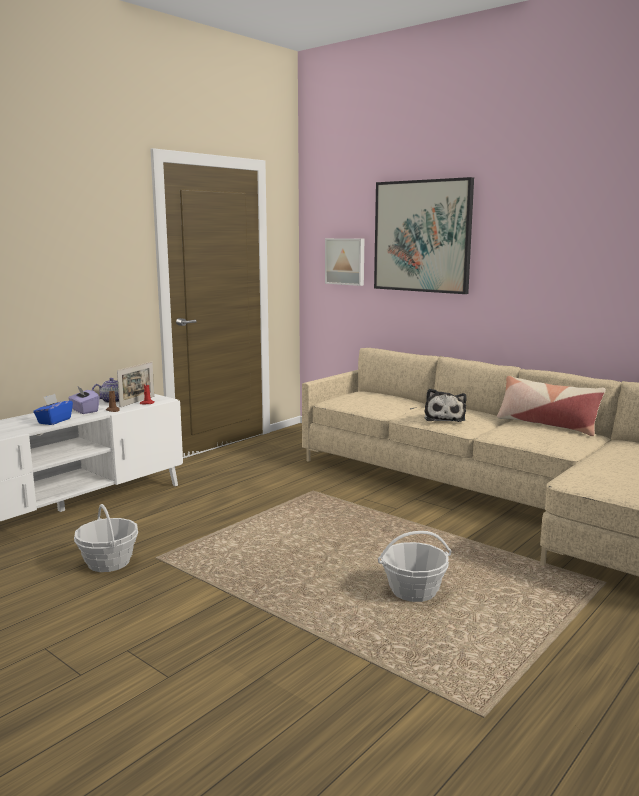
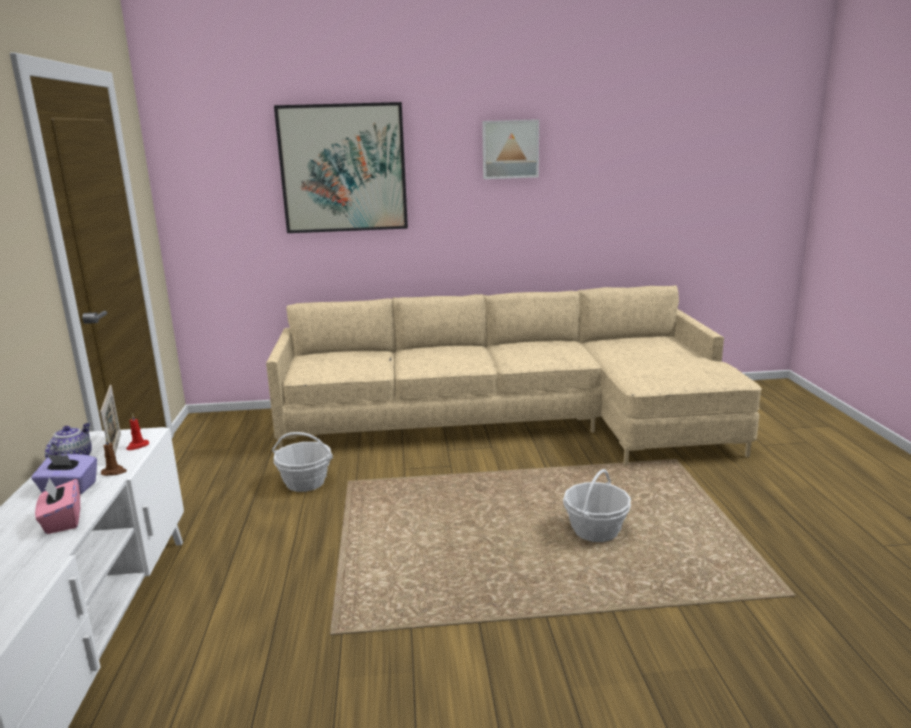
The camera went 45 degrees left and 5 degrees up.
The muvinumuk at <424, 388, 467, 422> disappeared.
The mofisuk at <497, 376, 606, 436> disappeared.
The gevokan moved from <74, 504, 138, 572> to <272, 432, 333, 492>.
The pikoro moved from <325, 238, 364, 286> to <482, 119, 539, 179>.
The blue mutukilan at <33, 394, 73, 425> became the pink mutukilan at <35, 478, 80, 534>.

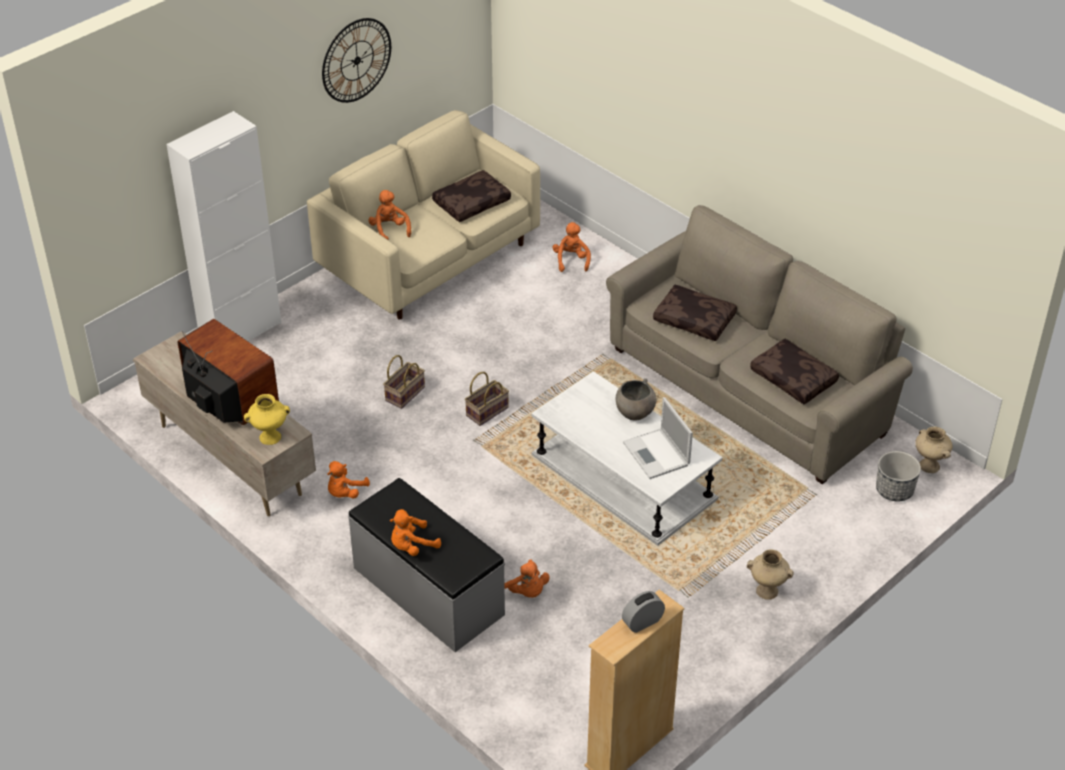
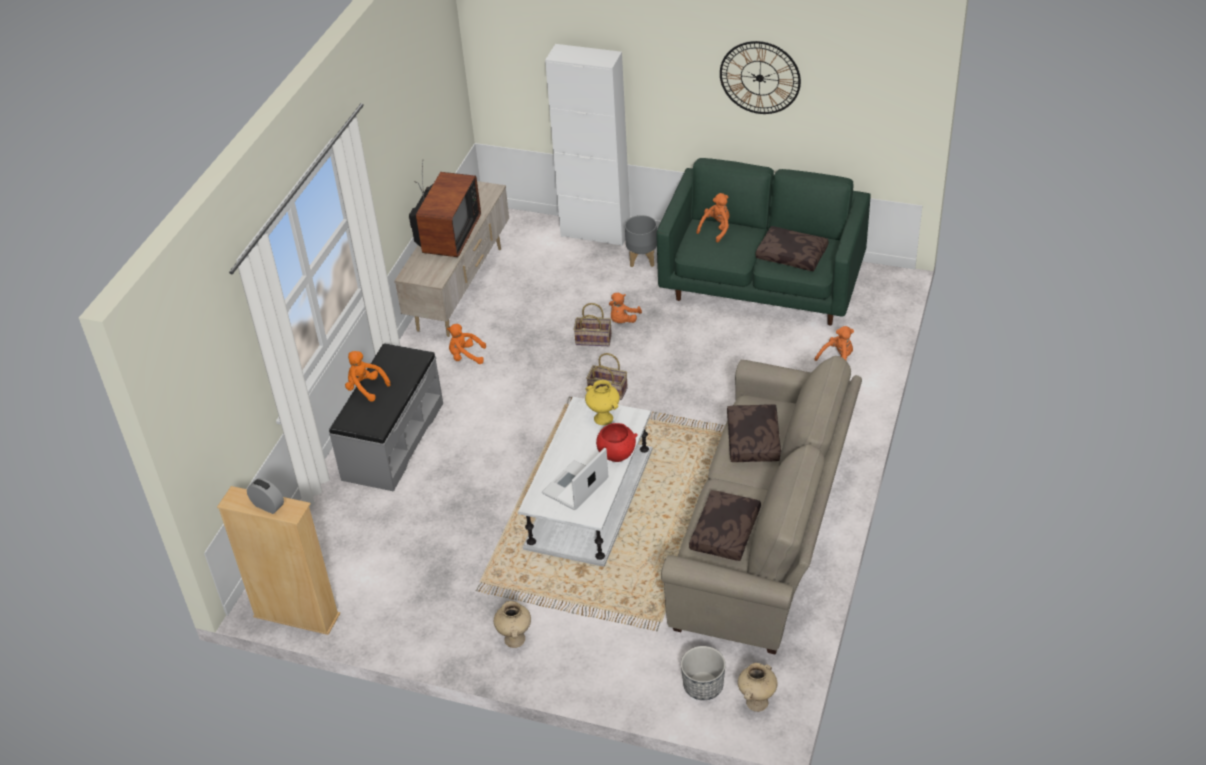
The camera went 65 degrees right and 0 degrees up.
The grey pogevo at <625, 215, 657, 267> appeared.
The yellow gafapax moved from <244, 394, 290, 445> to <585, 380, 620, 425>.
The orange muvinumuk moved from <504, 559, 550, 598> to <609, 293, 642, 323>.
The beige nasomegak at <307, 110, 540, 320> became the green nasomegak at <656, 158, 871, 325>.
The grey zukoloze at <616, 378, 657, 421> became the red zukoloze at <596, 423, 638, 462>.

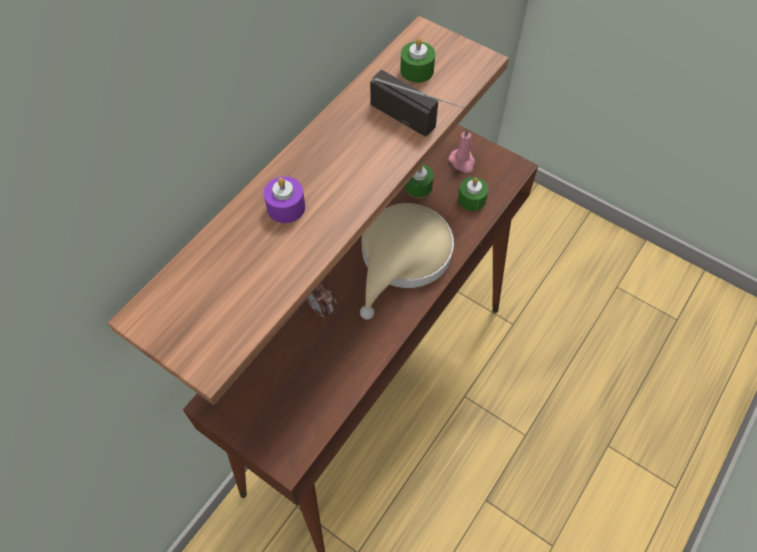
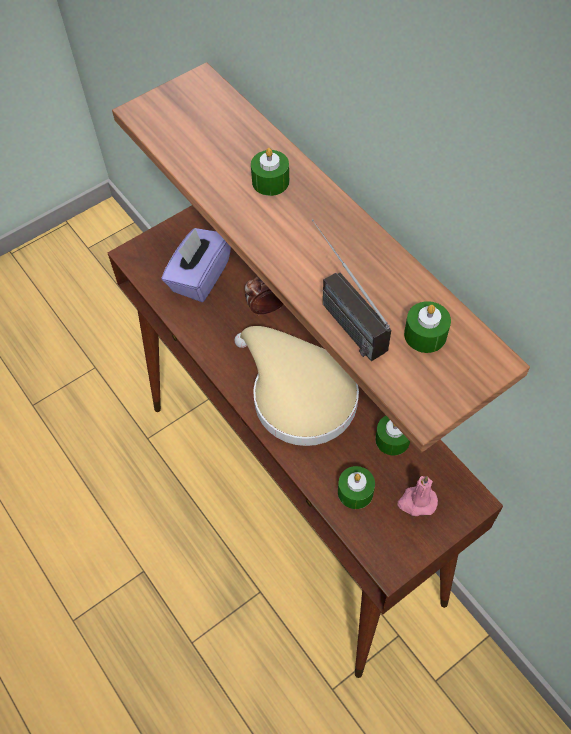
The camera went 110 degrees right and 0 degrees up.
The purple mutukilan at <161, 228, 231, 302> appeared.
The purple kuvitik at <264, 176, 305, 223> became the green kuvitik at <251, 148, 289, 196>.
The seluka at <370, 69, 466, 137> turned 90 degrees clockwise.

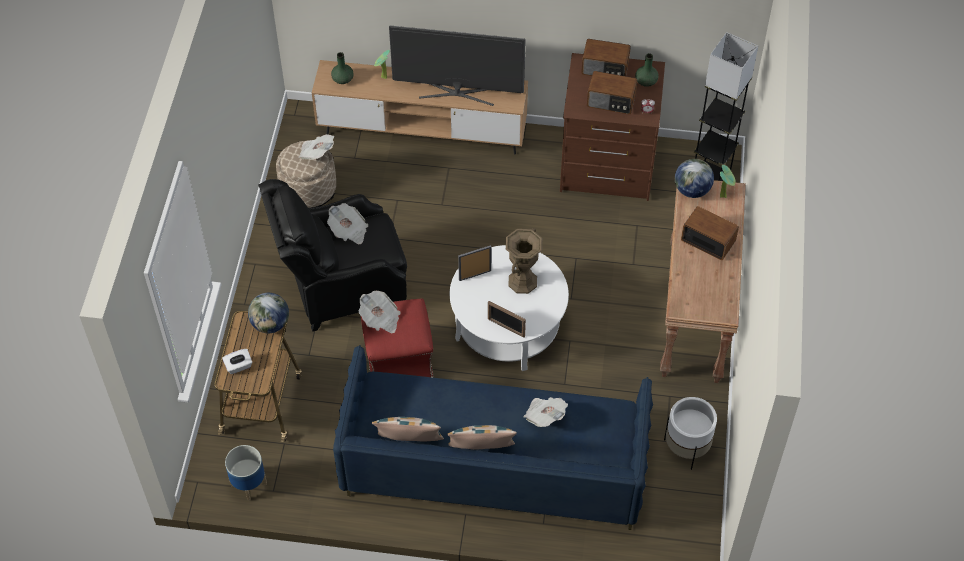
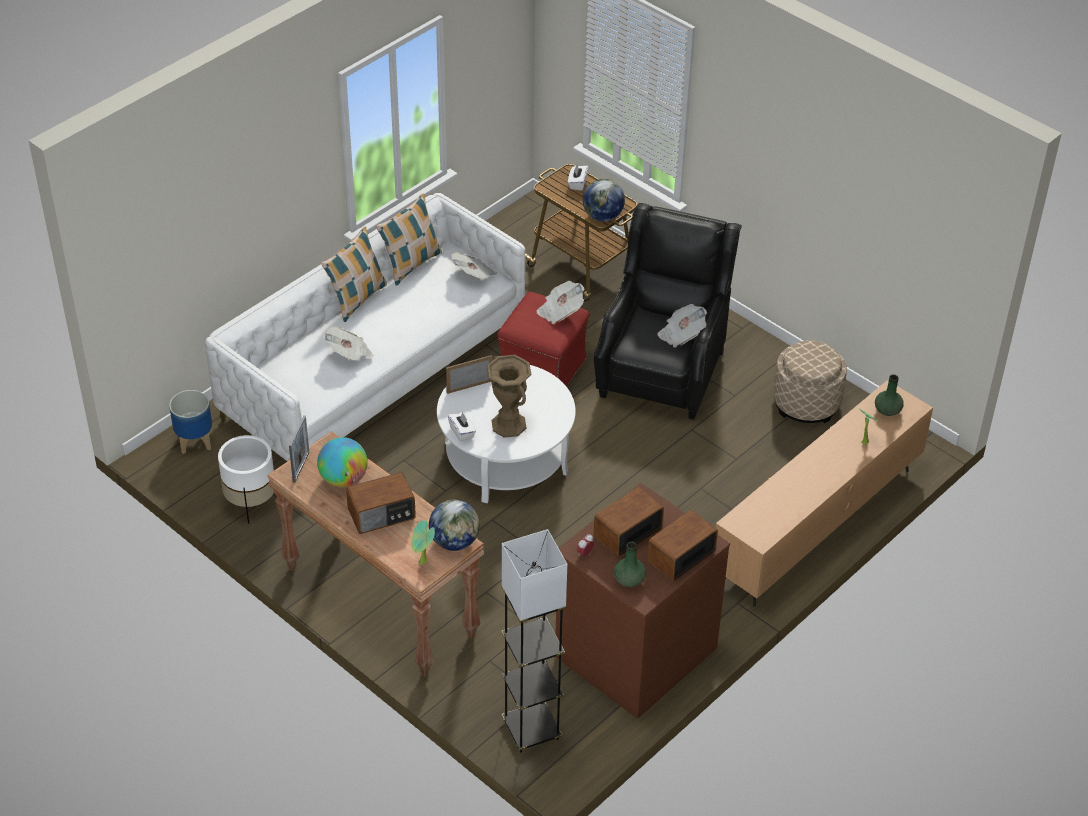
The camera went 125 degrees right and 10 degrees down.
The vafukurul at <389, 25, 526, 106> disappeared.
The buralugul at <317, 437, 368, 487> appeared.
The white mutukilan at <448, 412, 476, 442> appeared.
The pogevo moved from <225, 445, 267, 501> to <169, 390, 212, 454>.
The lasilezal moved from <298, 134, 334, 160> to <451, 252, 497, 279>.
The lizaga moved from <458, 245, 492, 281> to <289, 415, 309, 483>.
The blue nasomegak at <333, 345, 653, 530> became the white nasomegak at <205, 193, 525, 461>.

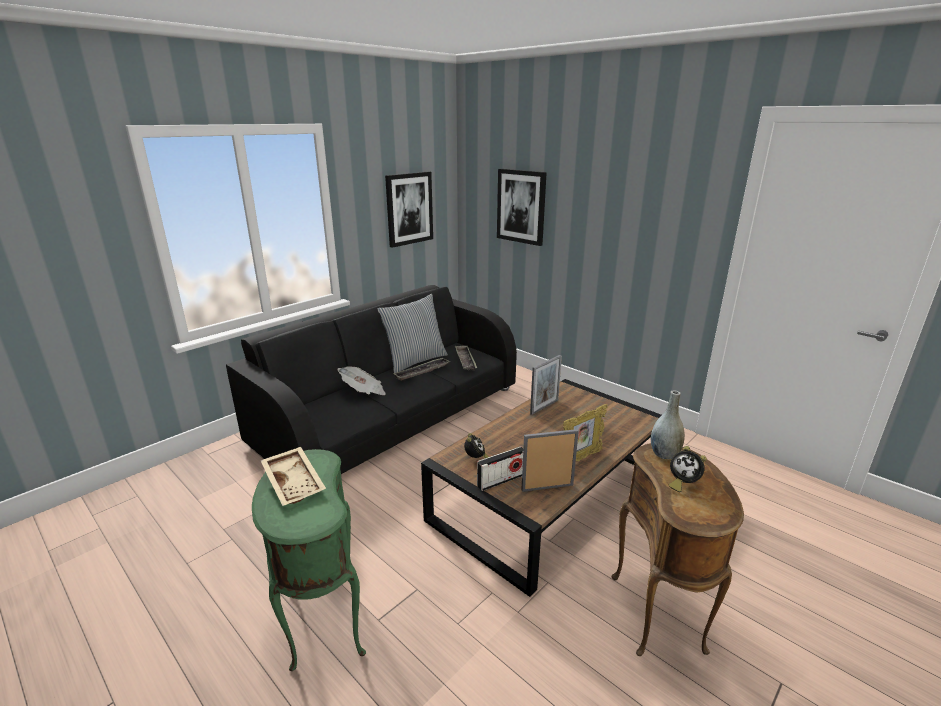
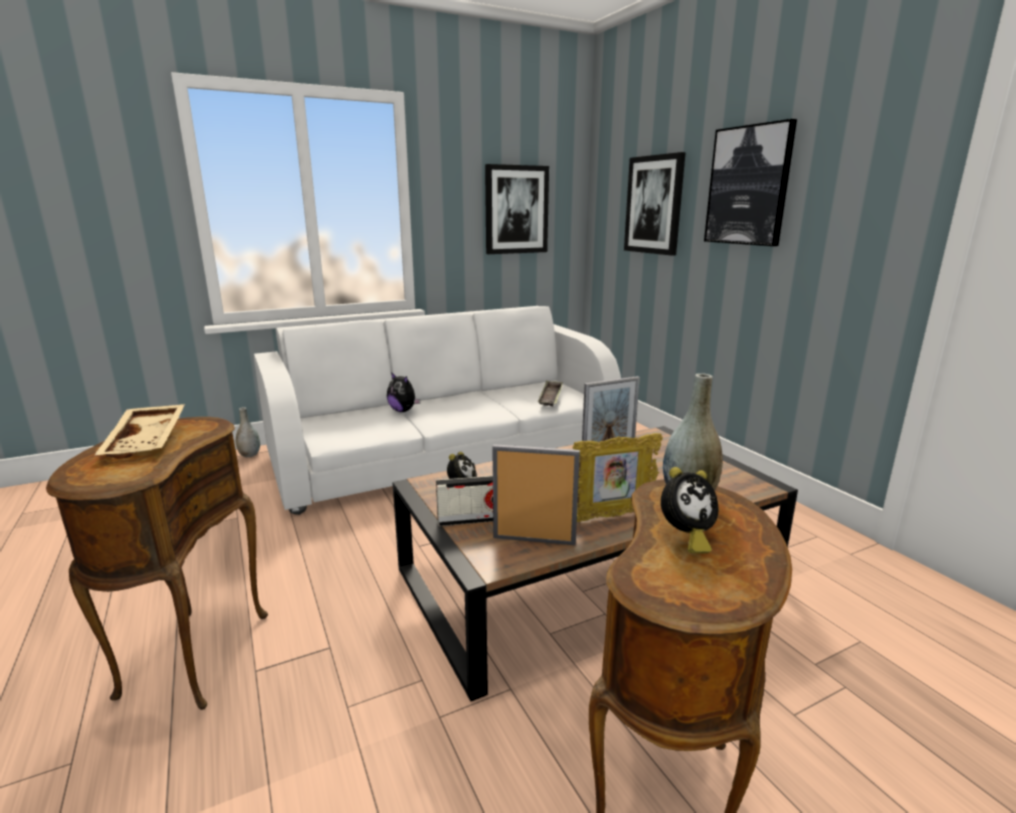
The camera went 20 degrees right and 5 degrees down.
The mofisuk at <378, 294, 448, 373> disappeared.
The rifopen at <393, 358, 450, 381> disappeared.
The grey gafapax at <236, 407, 260, 457> appeared.
The pikoro at <704, 119, 797, 246> appeared.
The lasilezal at <337, 366, 386, 395> was replaced by the muvinumuk at <387, 372, 420, 412>.
The black nasomegak at <226, 285, 517, 474> became the white nasomegak at <254, 306, 621, 515>.
The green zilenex at <252, 449, 366, 671> became the brown zilenex at <46, 417, 268, 710>.
The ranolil at <669, 446, 707, 492> turned 75 degrees counterclockwise.

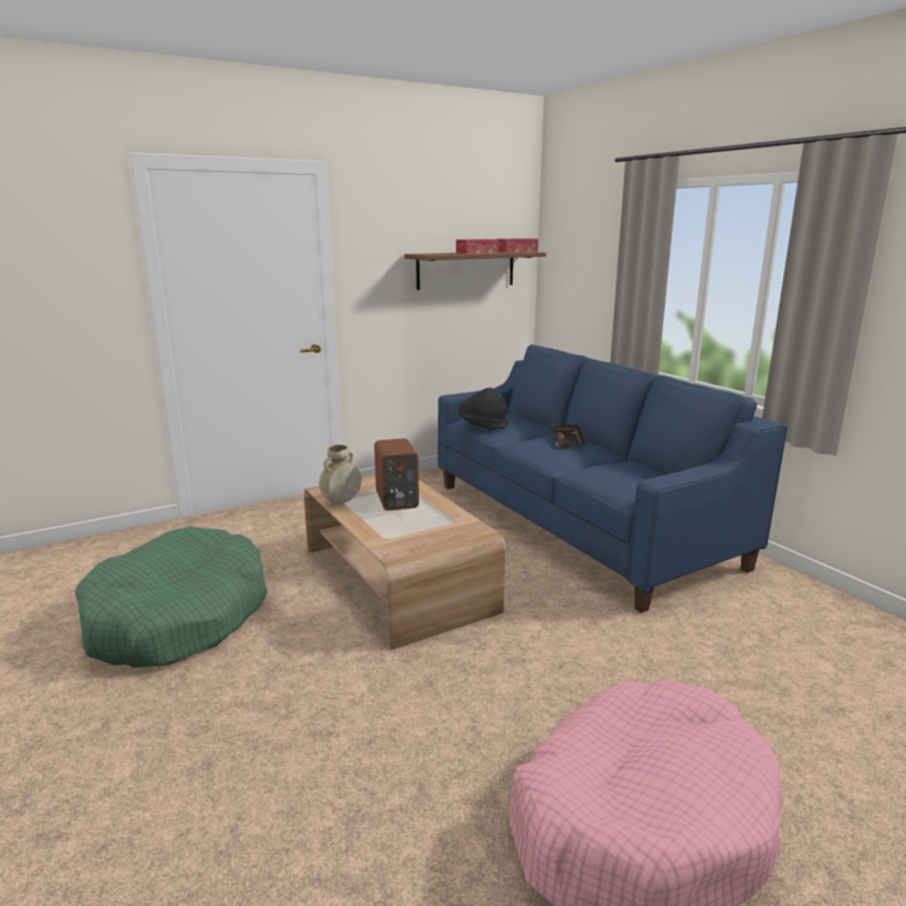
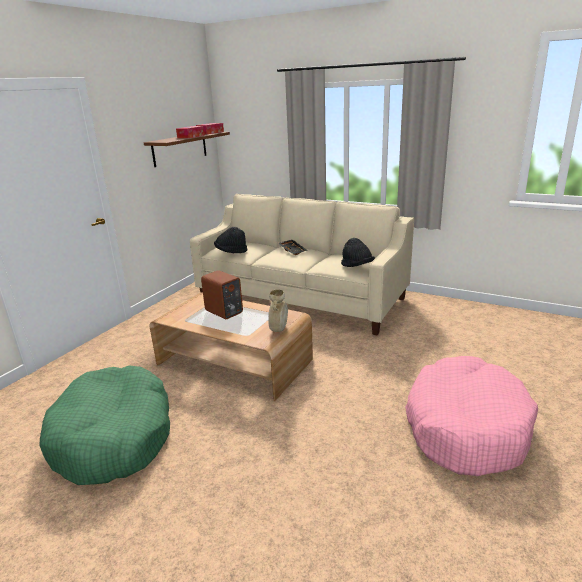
The camera went 30 degrees left and 5 degrees up.
The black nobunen at <341, 238, 375, 267> appeared.
The beige gafapax moved from <319, 445, 362, 503> to <268, 289, 288, 332>.
The blue nasomegak at <438, 344, 787, 613> became the beige nasomegak at <190, 194, 414, 335>.

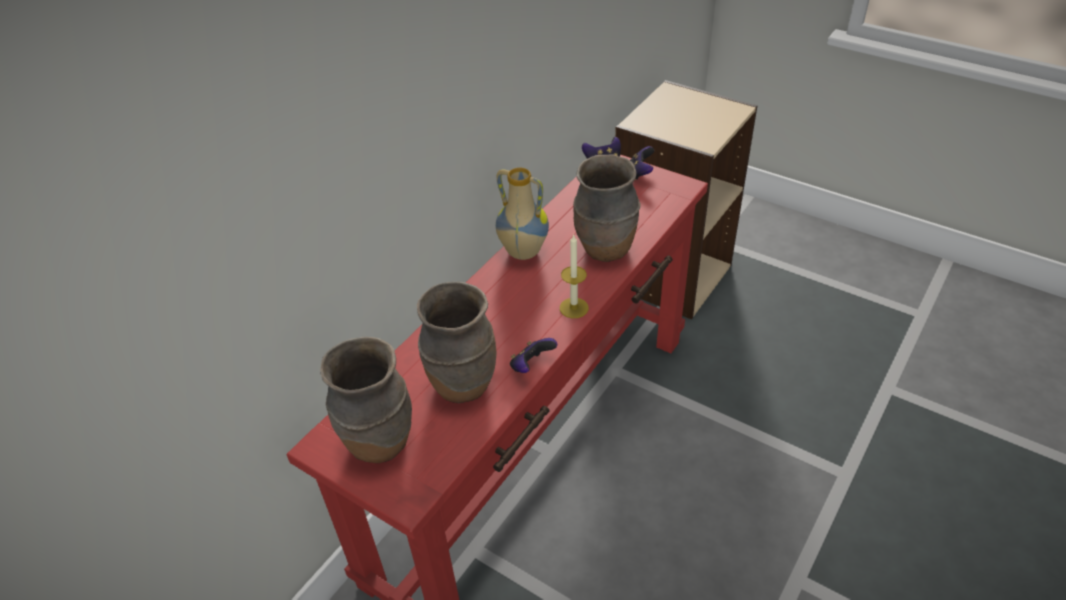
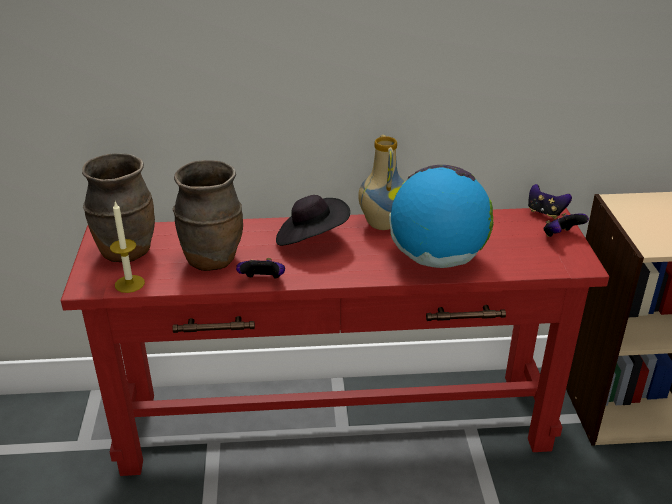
The camera went 50 degrees right and 10 degrees down.
The black nobunen at <276, 195, 350, 246> appeared.
The kuvitik moved from <560, 234, 589, 318> to <110, 202, 145, 293>.
The brown gafapax at <573, 155, 640, 262> was replaced by the buralugul at <389, 165, 494, 268>.

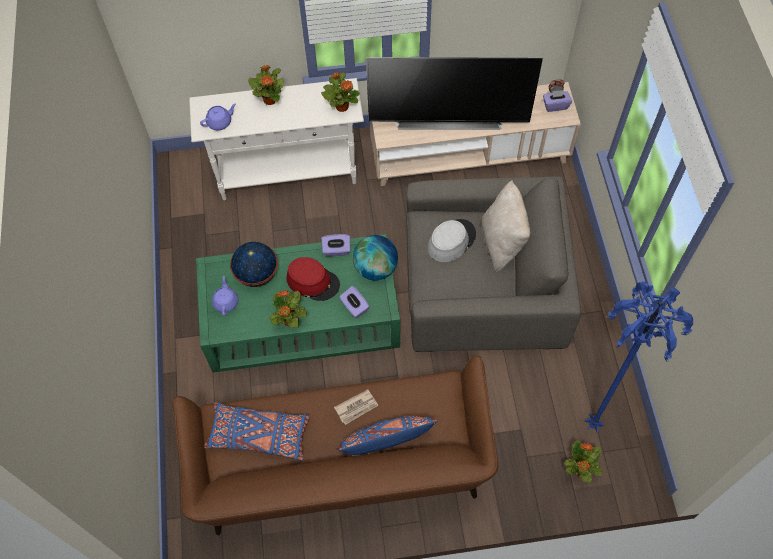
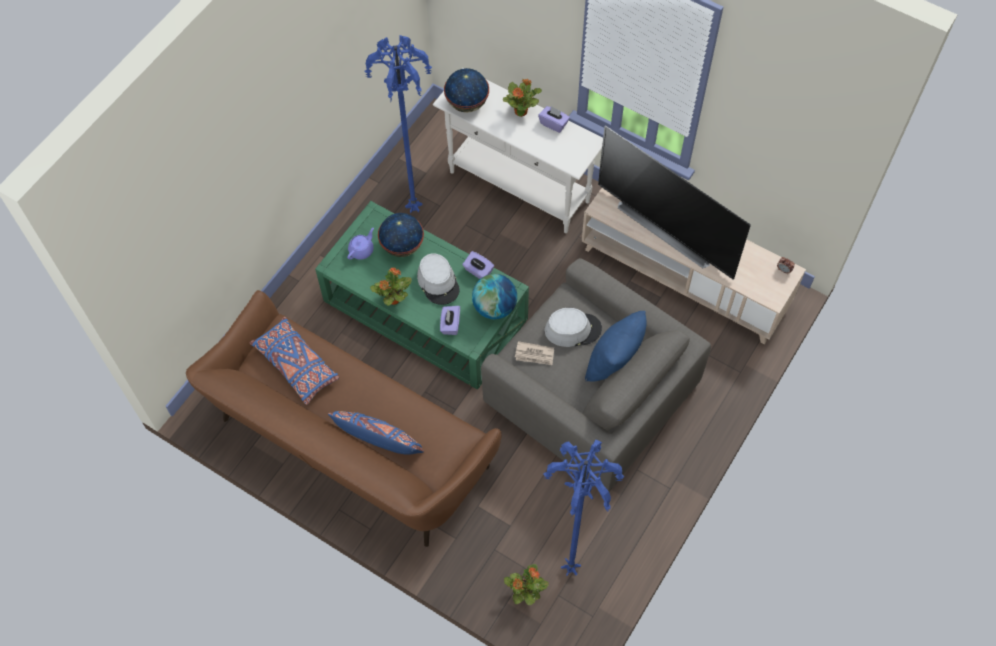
The camera went 40 degrees right and 0 degrees up.
The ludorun at <321, 72, 360, 112> disappeared.
The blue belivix at <364, 35, 432, 213> appeared.
The lasilezal moved from <334, 390, 379, 425> to <515, 341, 554, 365>.
The purple mutukilan moved from <543, 90, 572, 112> to <538, 106, 570, 133>.
The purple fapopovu at <200, 103, 236, 130> was replaced by the buralugul at <444, 68, 489, 113>.
The red nobunen at <287, 257, 340, 301> became the grey nobunen at <417, 253, 460, 305>.
The beige mofisuk at <482, 180, 530, 272> became the blue mofisuk at <585, 311, 647, 382>.

